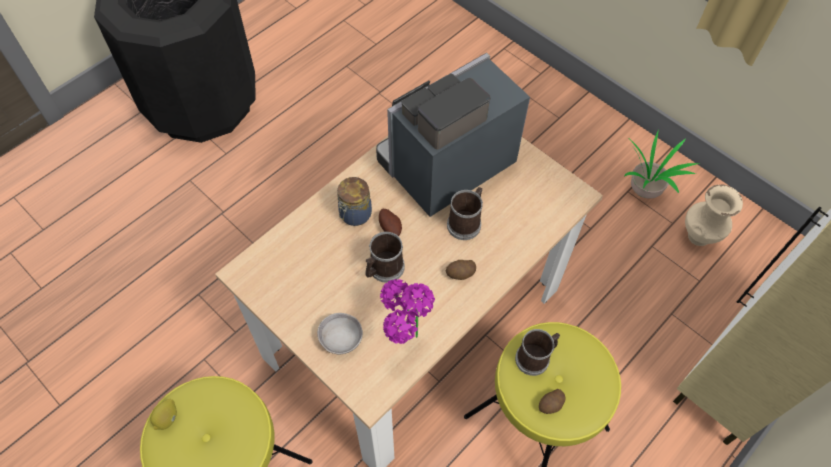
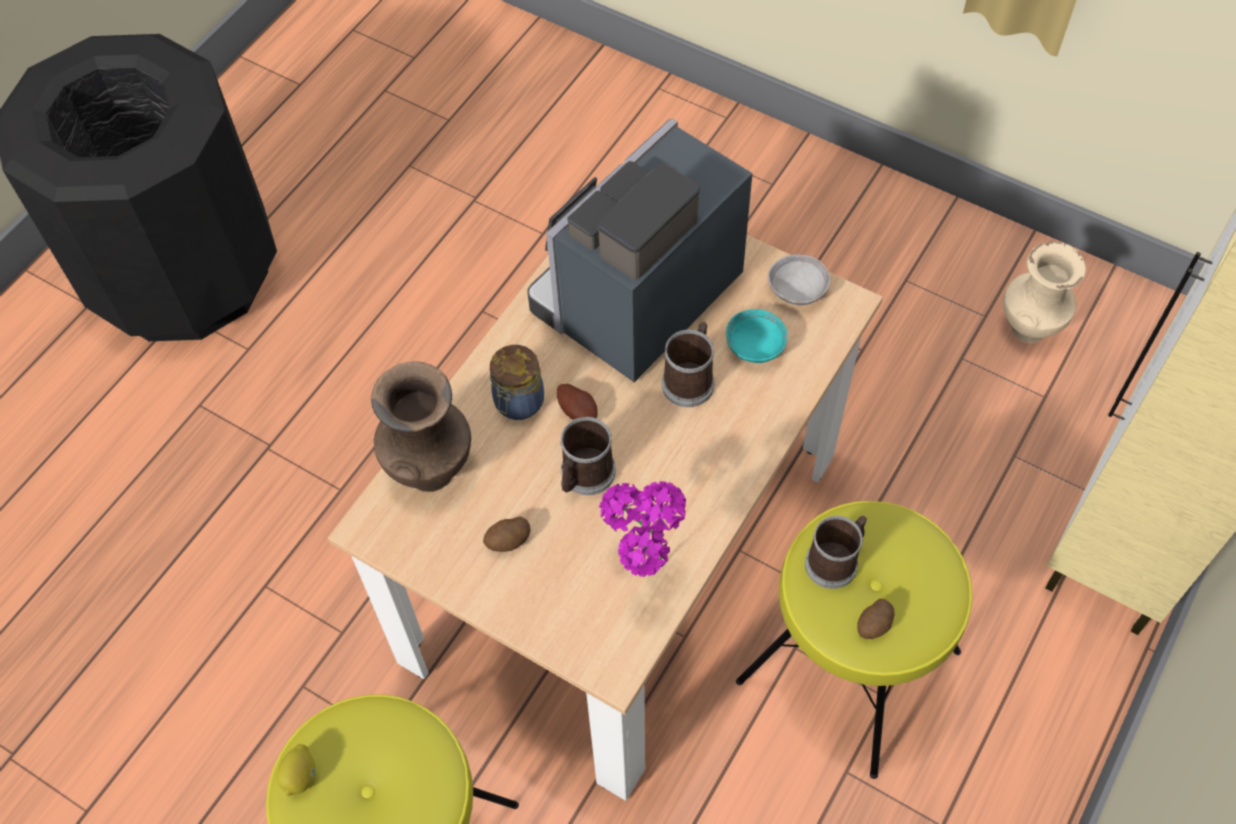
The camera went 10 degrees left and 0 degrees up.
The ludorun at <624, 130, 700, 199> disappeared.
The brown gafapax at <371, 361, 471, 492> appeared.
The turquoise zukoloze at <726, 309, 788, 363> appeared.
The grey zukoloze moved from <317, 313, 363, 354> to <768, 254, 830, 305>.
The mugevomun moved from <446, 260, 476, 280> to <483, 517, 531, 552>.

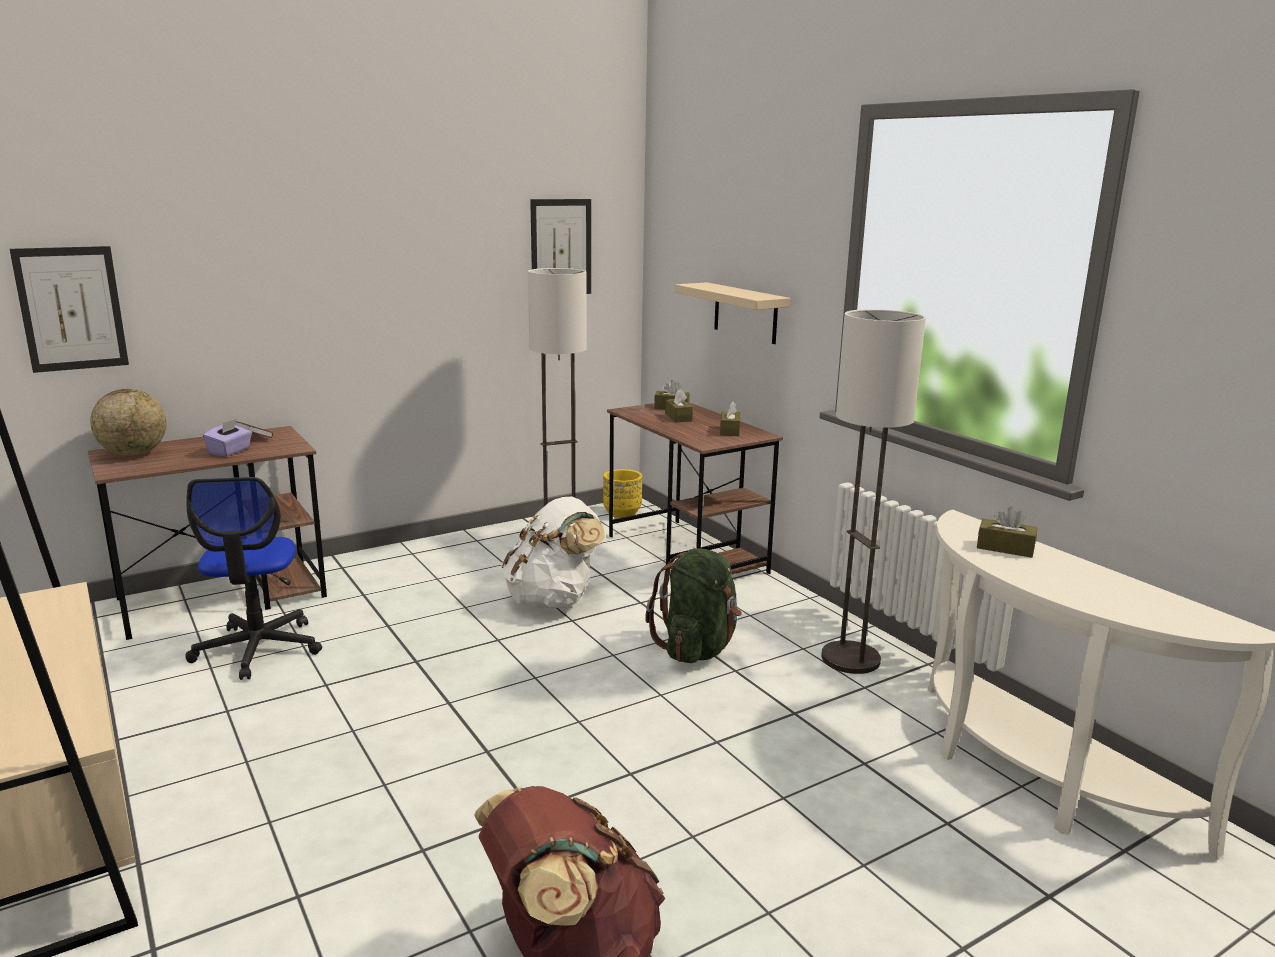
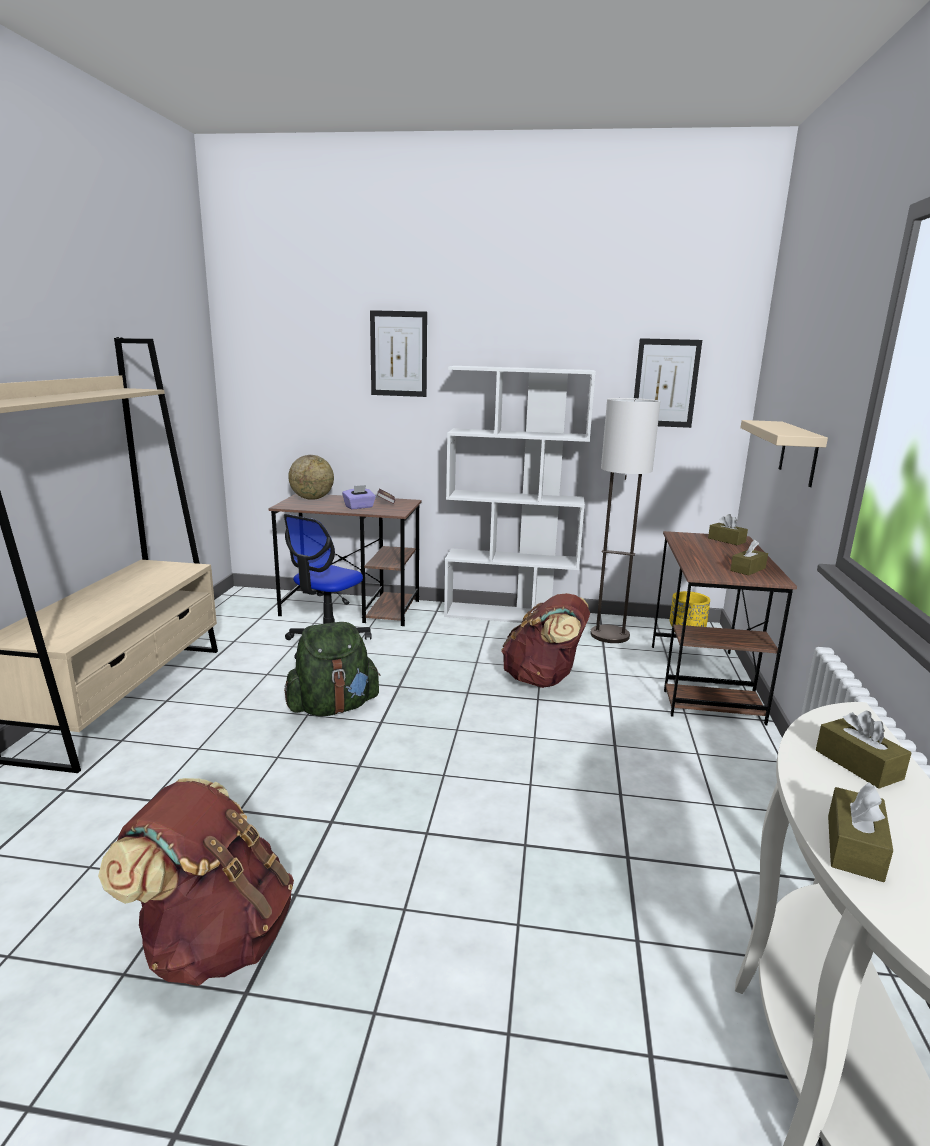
The camera went 40 degrees right and 0 degrees up.
The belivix at <821, 309, 926, 674> disappeared.
The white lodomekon at <444, 366, 596, 623> appeared.
The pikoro moved from <10, 246, 129, 373> to <370, 310, 427, 397>.
The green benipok moved from <645, 548, 742, 663> to <284, 622, 381, 716>.
The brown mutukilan moved from <665, 389, 693, 422> to <828, 782, 893, 882>.
The white benipok at <501, 496, 605, 609> became the brown benipok at <501, 593, 590, 688>.

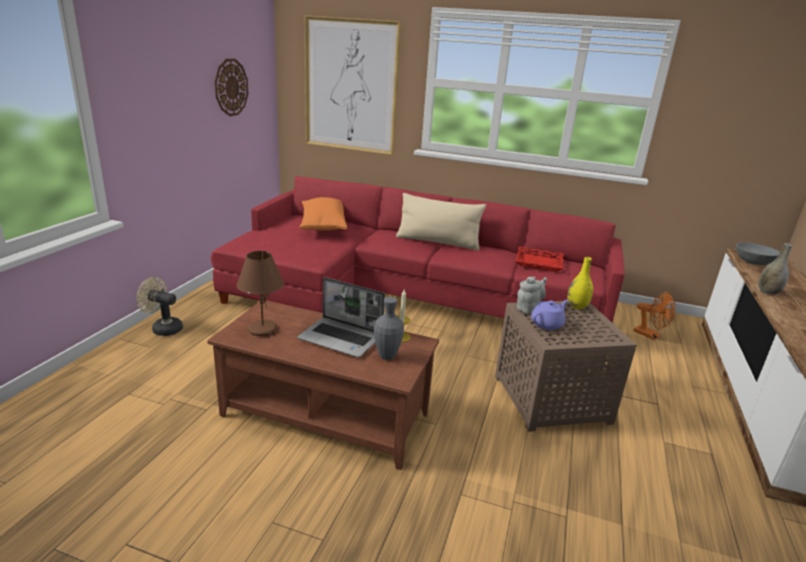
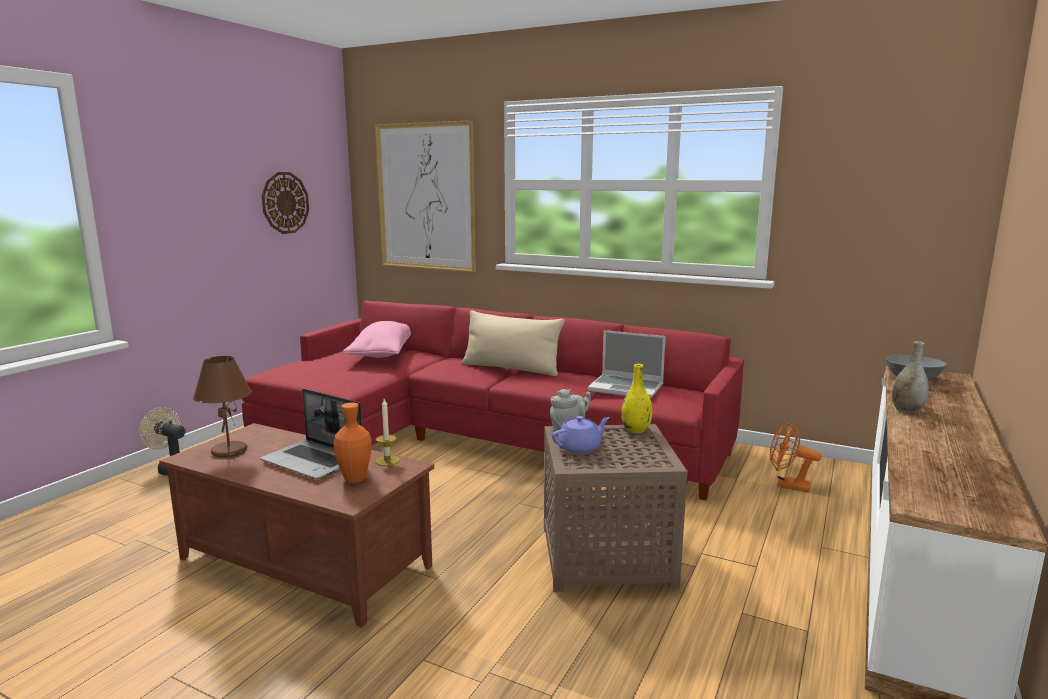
The camera went 10 degrees right and 10 degrees down.
The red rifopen at <516, 247, 564, 272> was replaced by the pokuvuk at <588, 330, 666, 399>.
The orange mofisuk at <300, 197, 347, 231> became the pink mofisuk at <343, 321, 411, 358>.
The grey gafapax at <374, 297, 404, 360> became the orange gafapax at <333, 403, 372, 483>.
The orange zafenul at <634, 292, 675, 340> turned 150 degrees clockwise.

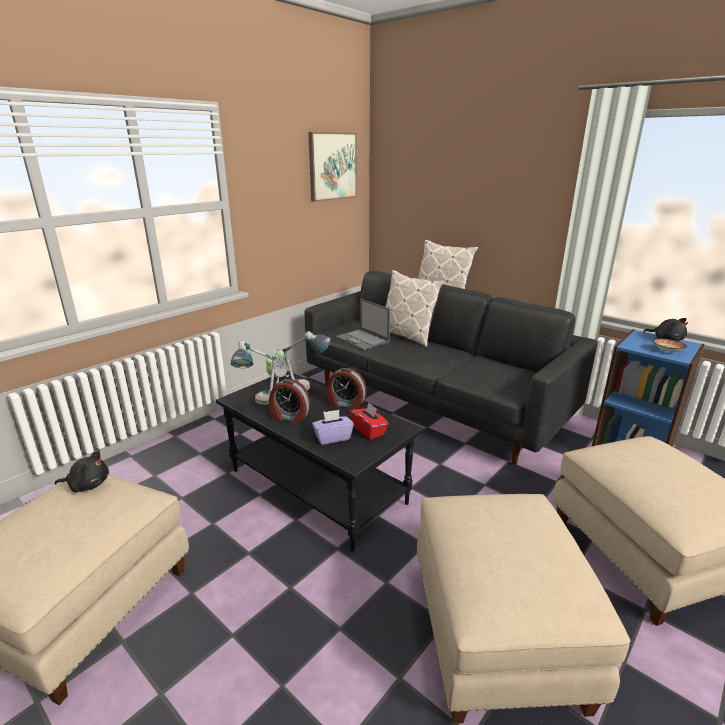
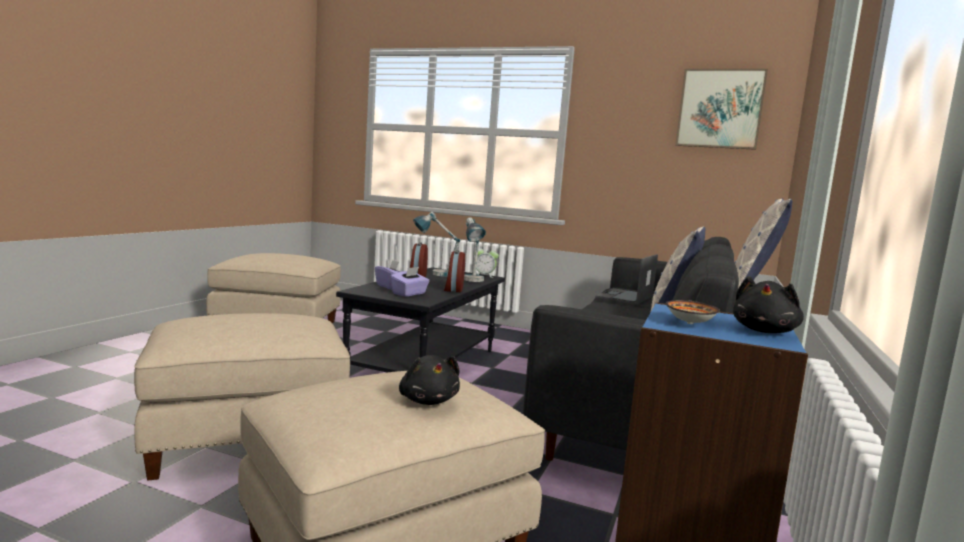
The camera went 70 degrees right and 15 degrees down.
The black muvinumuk moved from <55, 451, 109, 493> to <399, 355, 460, 405>.
The red mutukilan at <350, 403, 389, 440> became the purple mutukilan at <390, 267, 429, 297>.

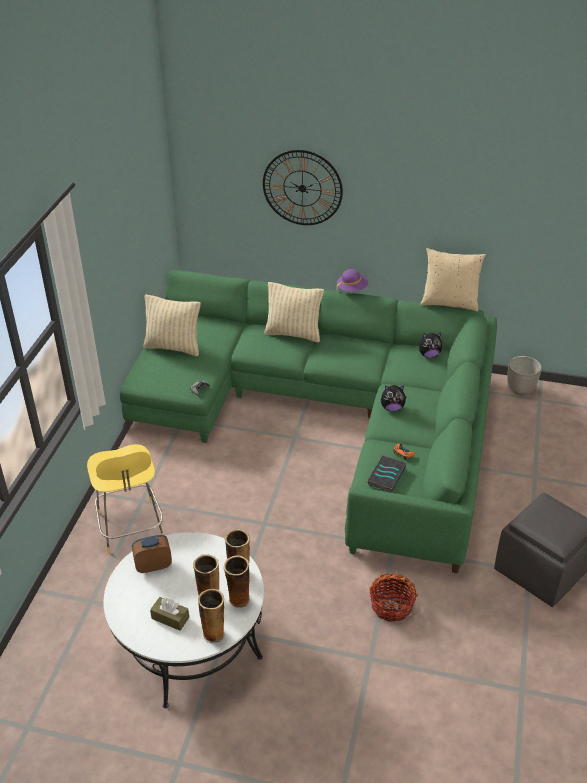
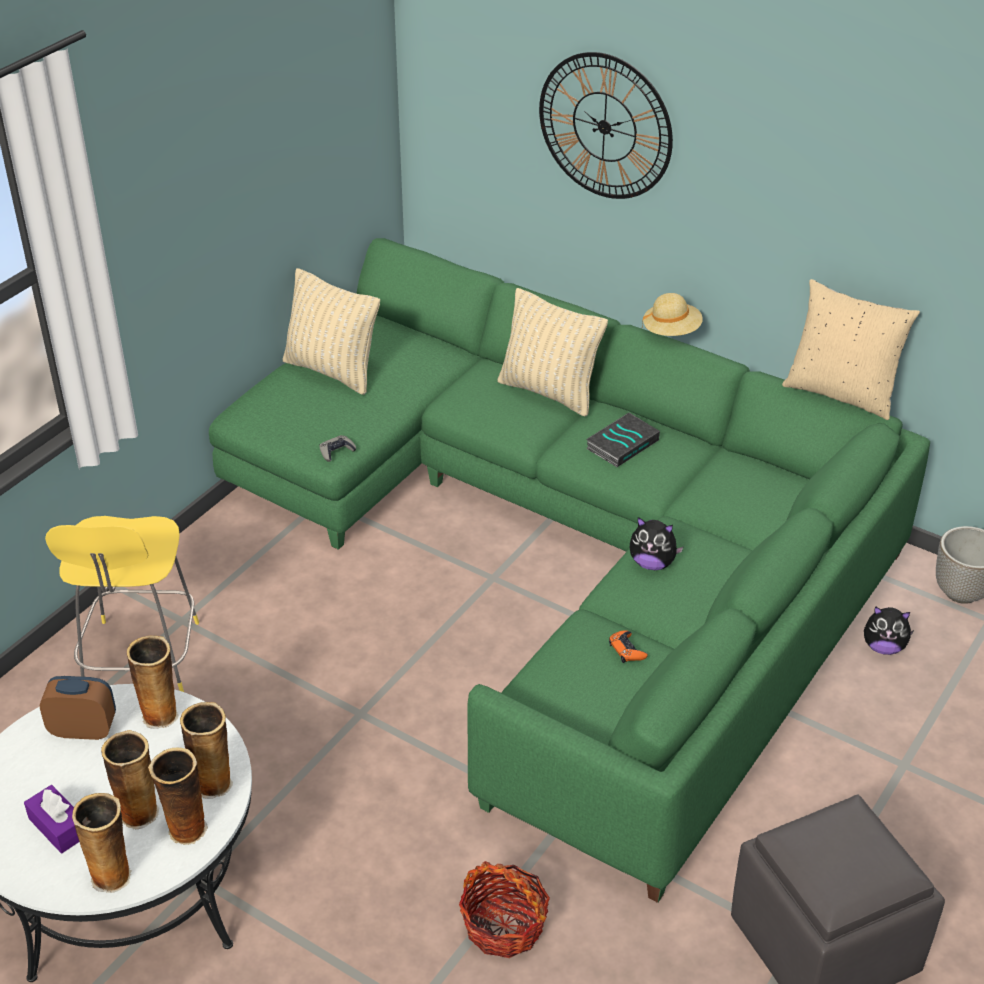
The camera went 20 degrees right and 0 degrees up.
The gafapax at <127, 635, 179, 729> appeared.
The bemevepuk moved from <367, 455, 406, 493> to <586, 413, 660, 467>.
The muvinumuk moved from <419, 332, 442, 358> to <864, 606, 914, 655>.
The brown mutukilan at <150, 597, 189, 631> became the purple mutukilan at <24, 785, 79, 853>.
The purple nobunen at <337, 269, 369, 292> became the beige nobunen at <642, 293, 703, 336>.

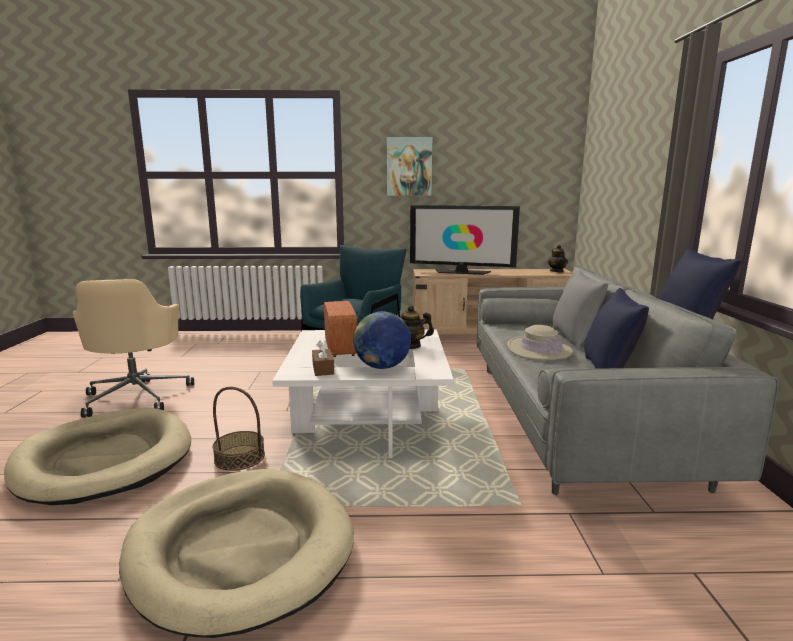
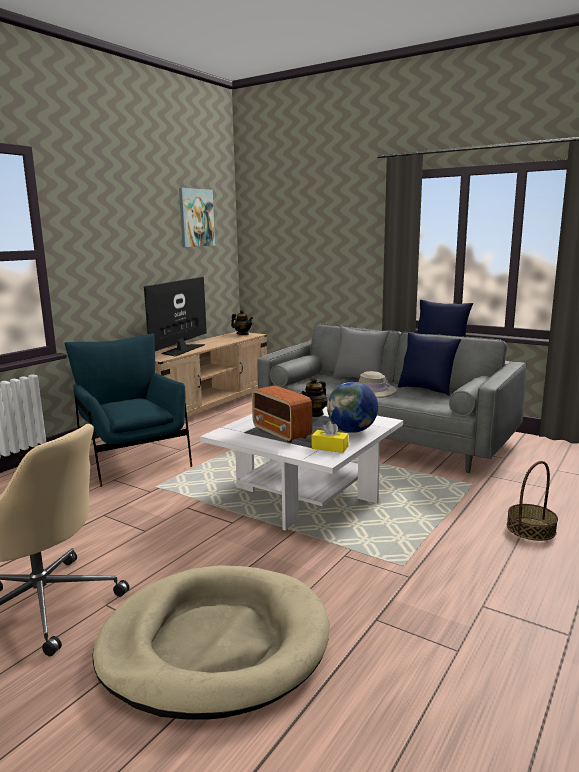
The camera went 55 degrees left and 0 degrees up.
The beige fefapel at <119, 469, 354, 638> disappeared.
The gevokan moved from <213, 387, 265, 471> to <507, 461, 558, 541>.
The pikoro moved from <387, 137, 432, 196> to <179, 188, 215, 247>.
The brown mutukilan at <312, 340, 334, 376> became the yellow mutukilan at <312, 421, 349, 453>.
The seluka at <324, 301, 357, 357> turned 150 degrees counterclockwise.
The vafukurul at <410, 205, 520, 275> turned 150 degrees clockwise.

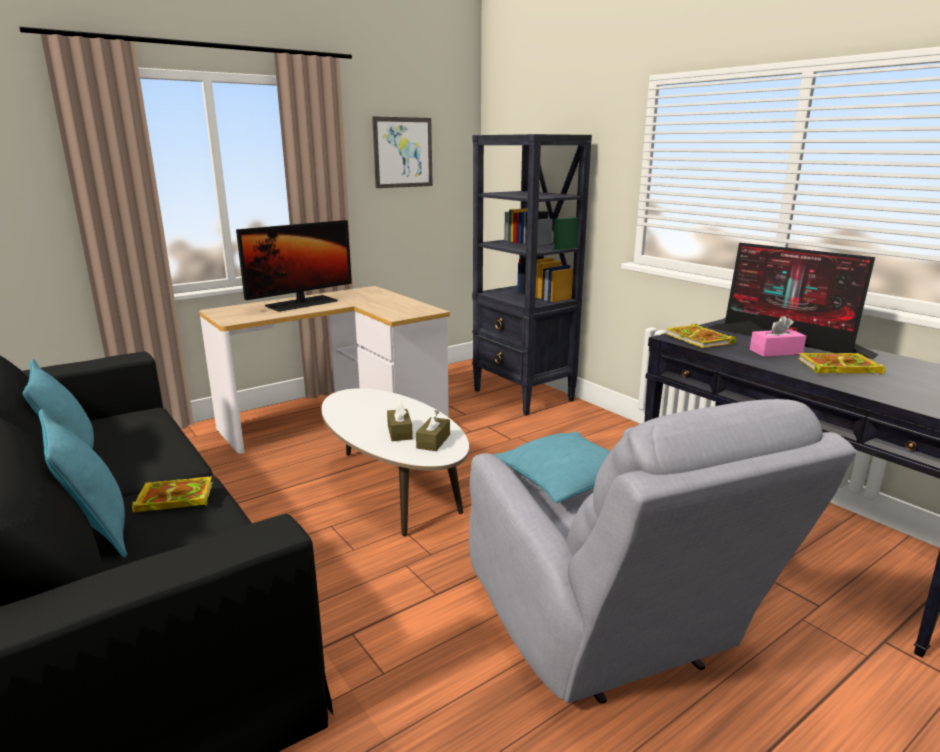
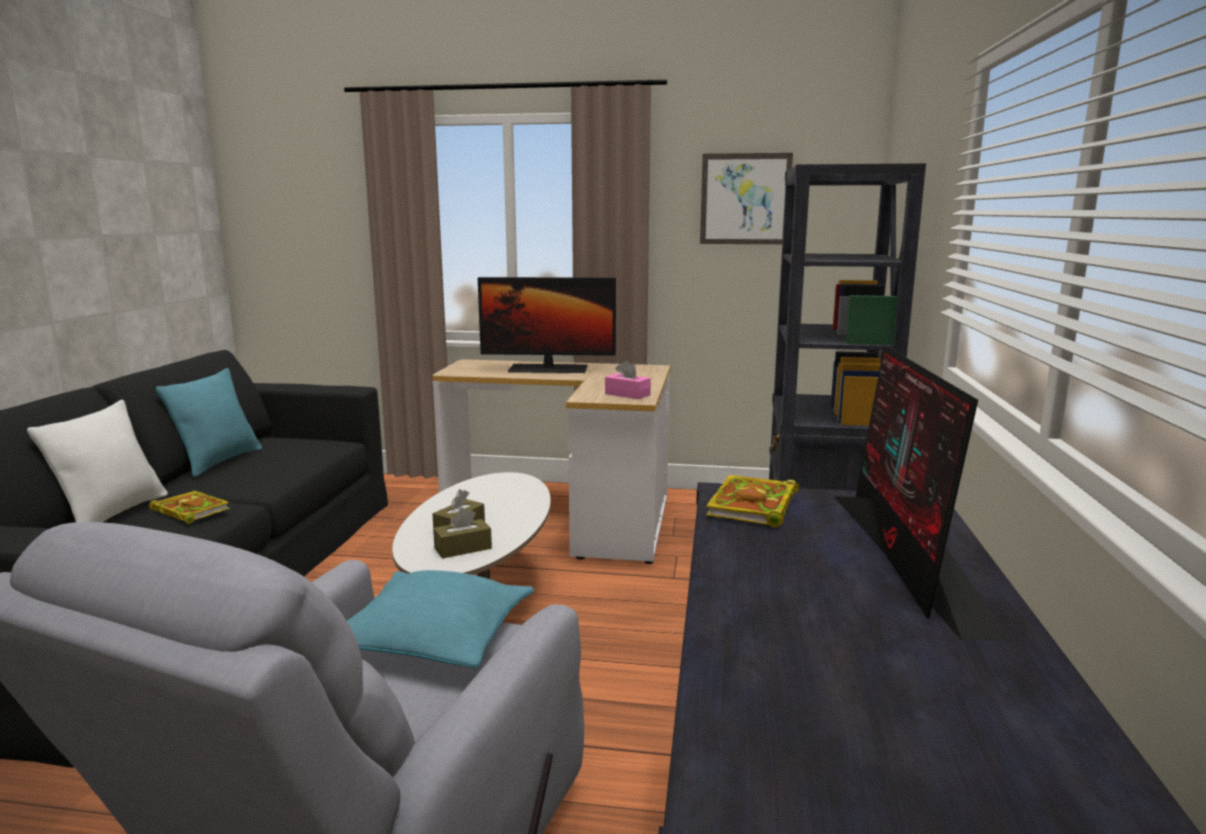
The camera went 45 degrees right and 5 degrees down.
The bemevepuk at <798, 353, 885, 374> disappeared.
The pink mutukilan moved from <750, 316, 806, 357> to <605, 360, 651, 399>.
The turquoise mofisuk at <38, 409, 127, 558> became the white mofisuk at <27, 400, 168, 523>.

